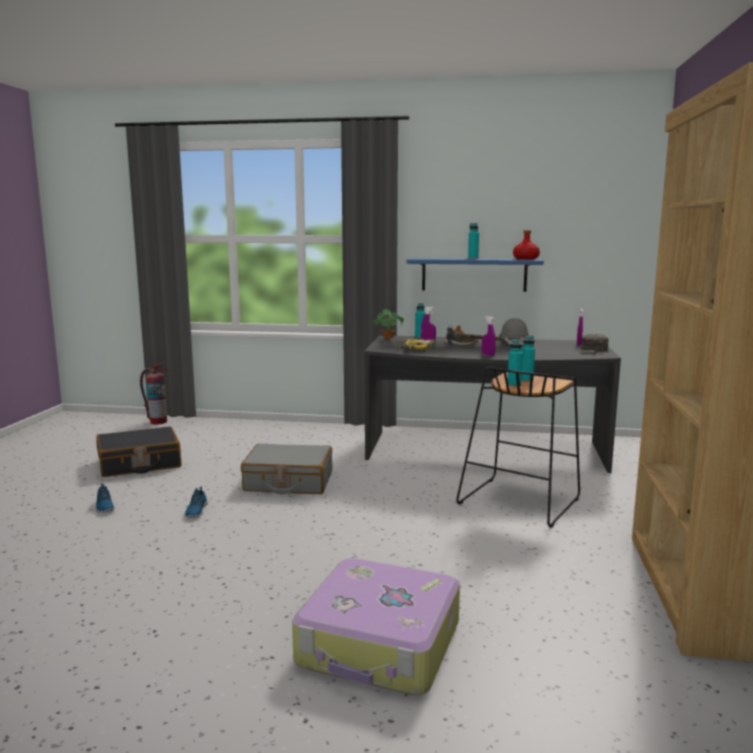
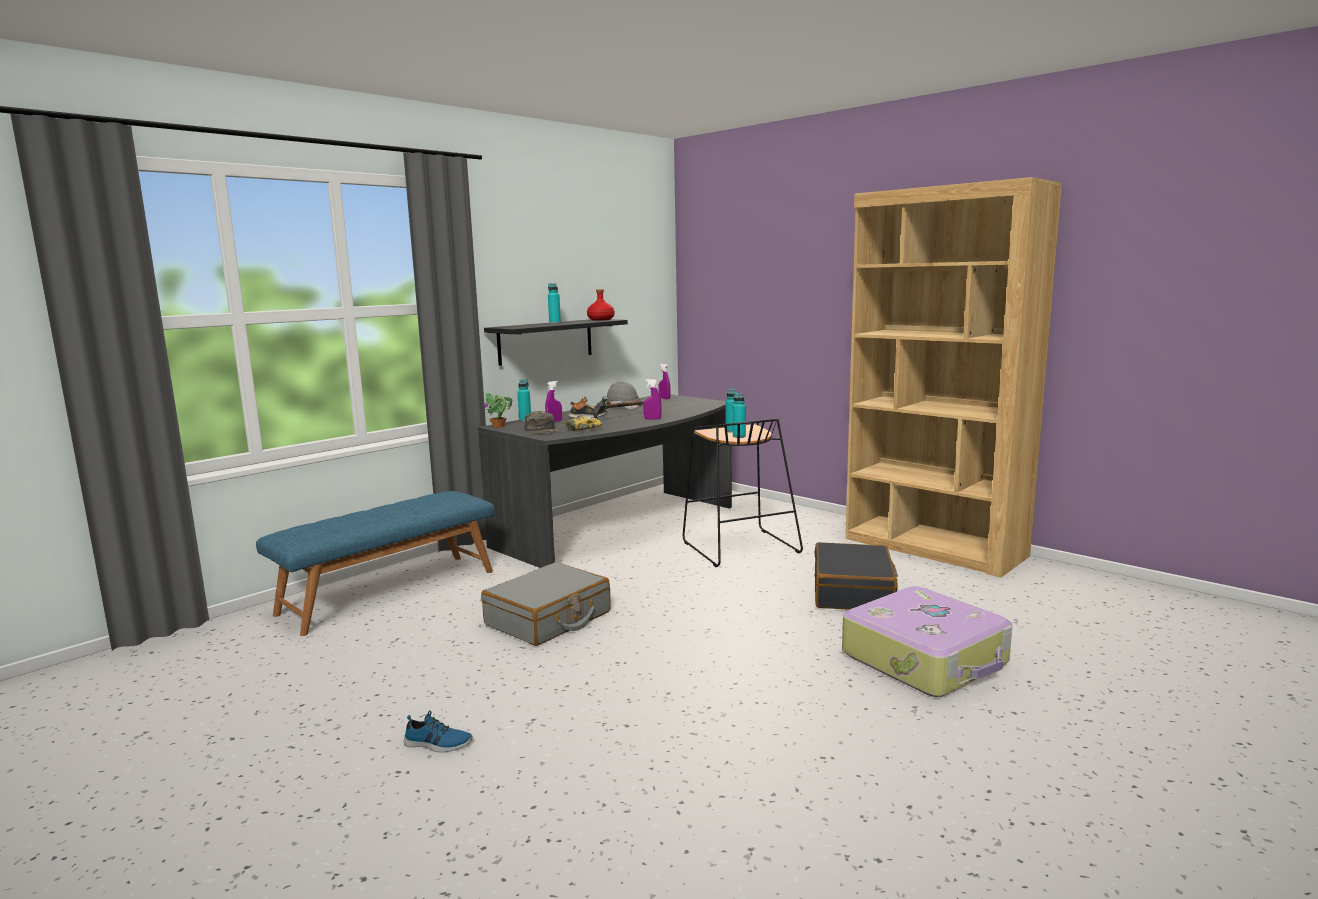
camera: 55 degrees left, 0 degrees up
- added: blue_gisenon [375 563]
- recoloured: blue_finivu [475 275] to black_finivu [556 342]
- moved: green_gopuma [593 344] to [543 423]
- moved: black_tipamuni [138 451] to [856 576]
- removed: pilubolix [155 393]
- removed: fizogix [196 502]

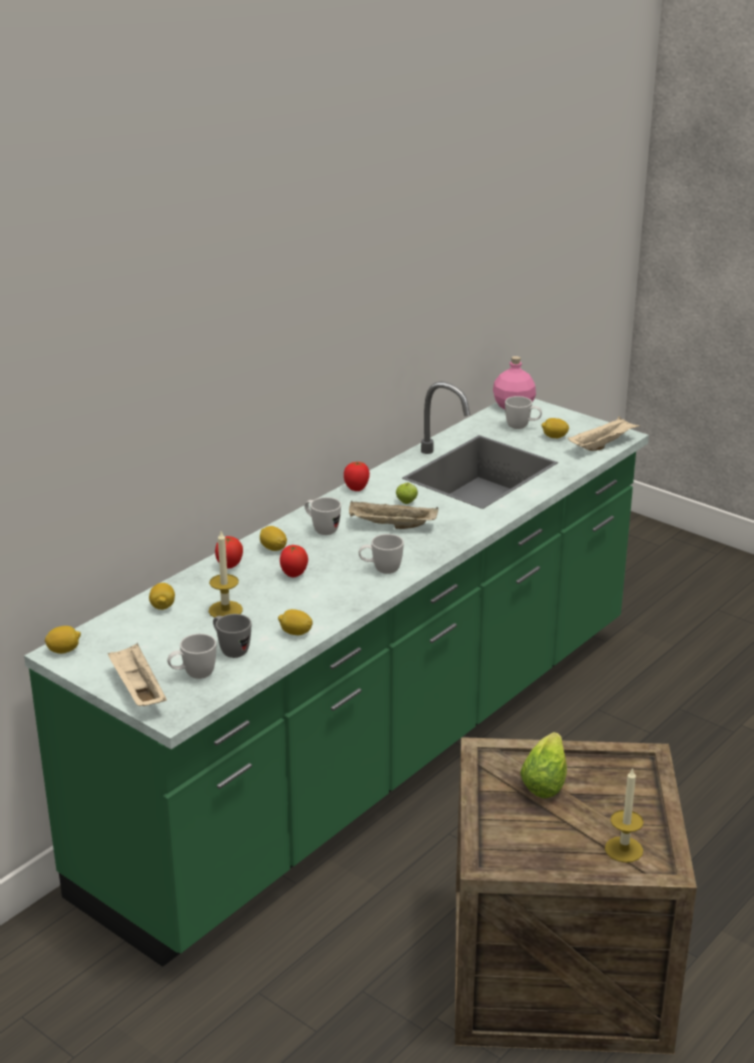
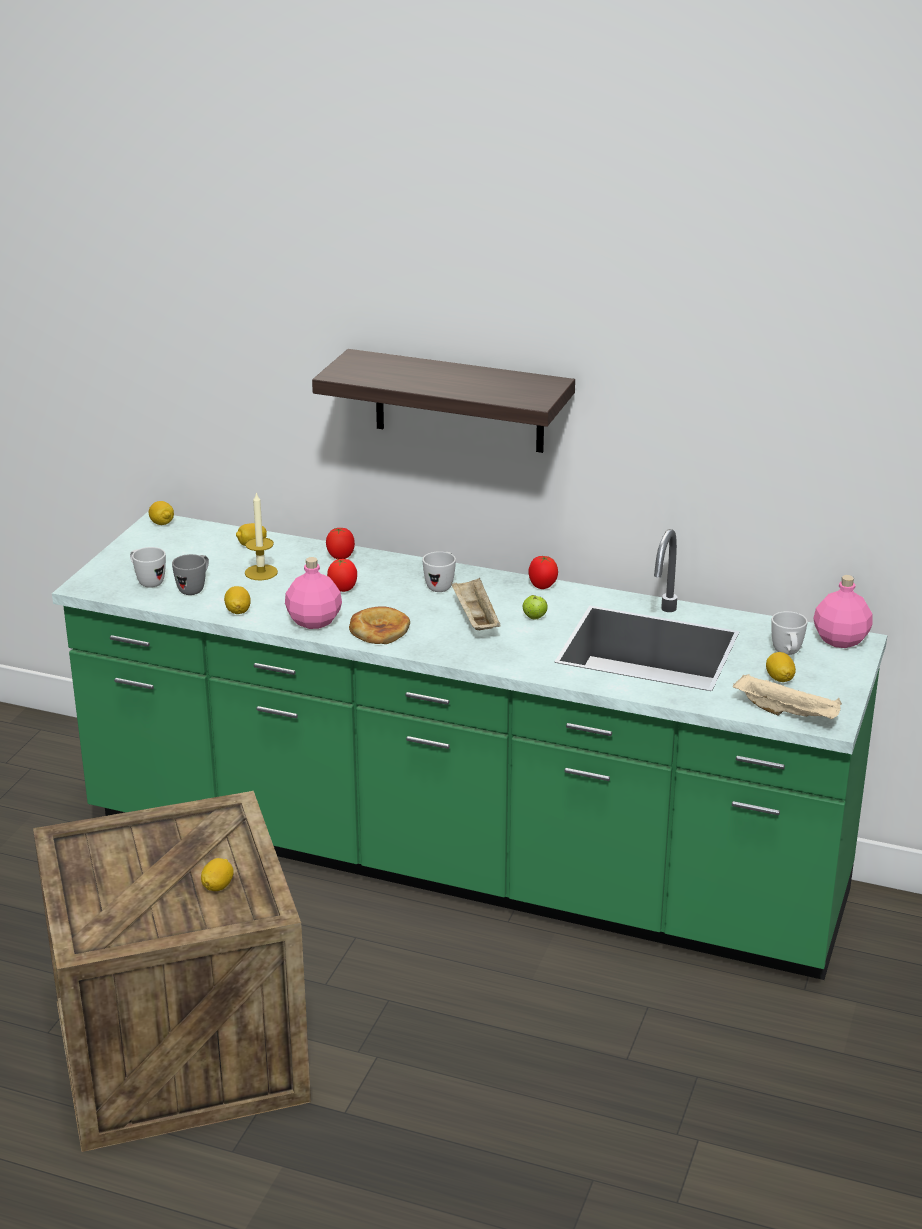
camera: 70 degrees right, 0 degrees up
- moved: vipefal [273 538] to [217 874]
- added: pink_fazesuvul [313 593]
- added: finivu [443 401]
- replaced: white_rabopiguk [381 554] to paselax [379 625]
- removed: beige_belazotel [137 674]
- removed: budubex [543 765]
- removed: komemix [624 815]

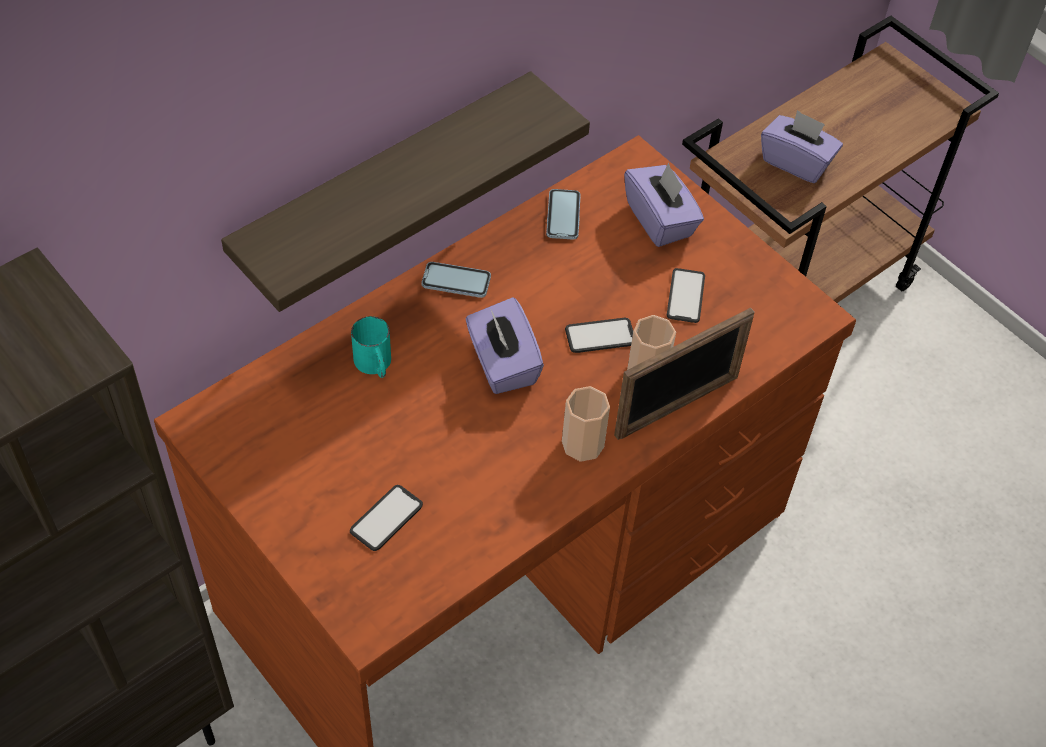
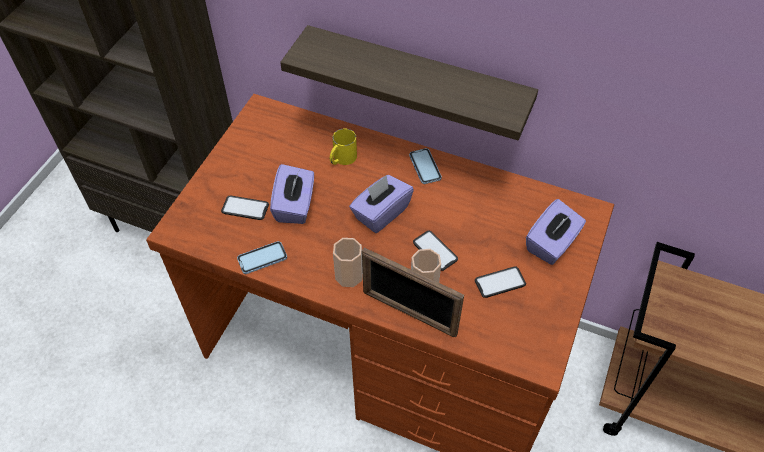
camera: 65 degrees right, 0 degrees up
- moved: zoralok [563 214] to [262 257]
- moved: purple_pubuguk [802 146] to [292 194]
- recoloured: turquoise_rabopiguk [371 347] to yellow_rabopiguk [343 146]

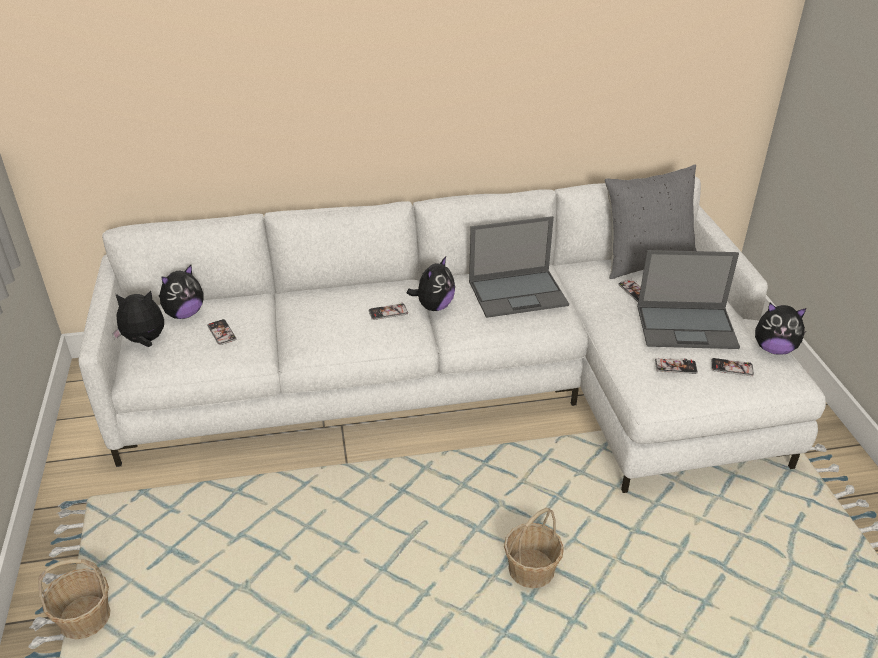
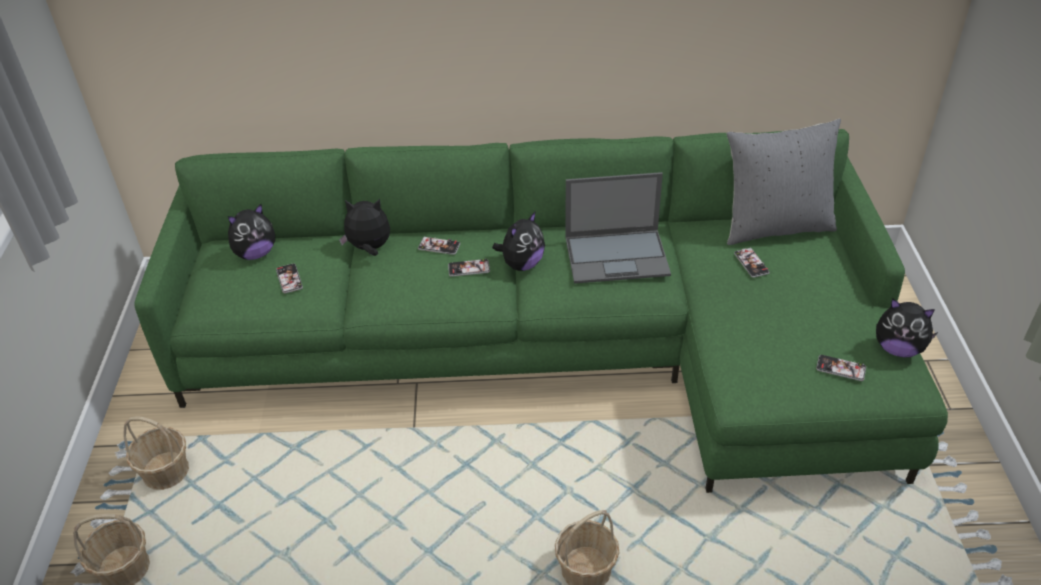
camera: 10 degrees right, 5 degrees up
- added: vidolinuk [156 453]
- recoloured: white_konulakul [452 334] to green_konulakul [541 311]
- moved: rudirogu [138 319] to [364 227]
- moved: zoralok [676 365] to [439 245]
- removed: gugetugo [688 299]

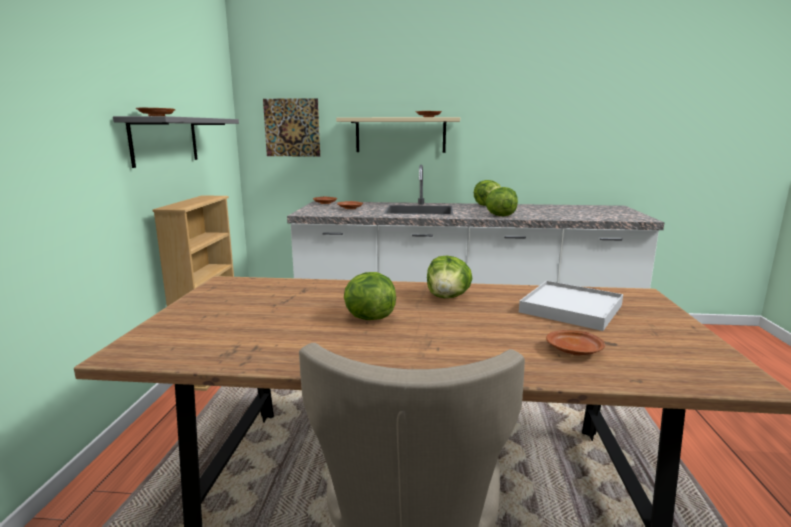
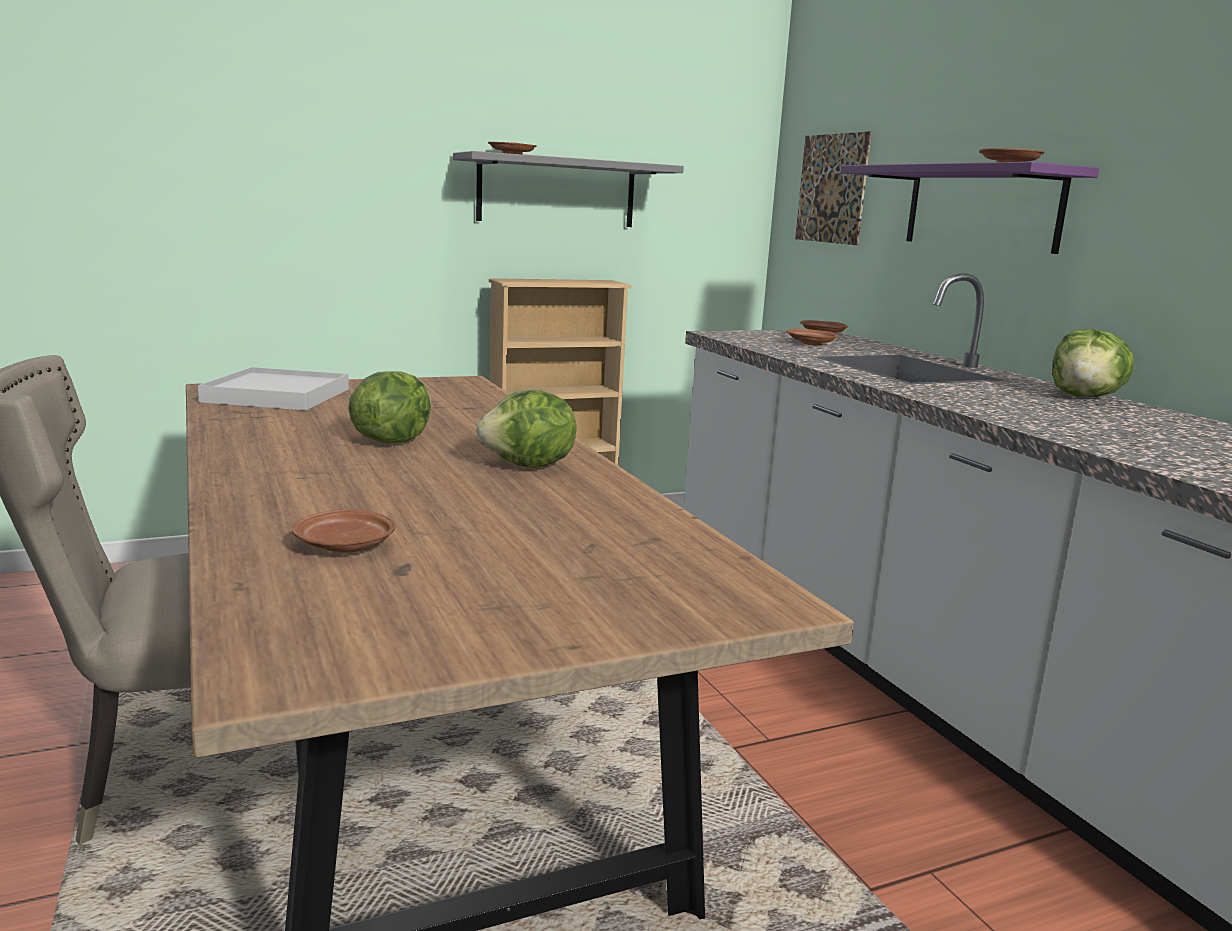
camera: 60 degrees right, 0 degrees up
- moved: white_belazotel [571 306] to [273 388]
- recoloured: beige_finivu [398 135] to purple_finivu [970 208]
- removed: budubex [502 202]

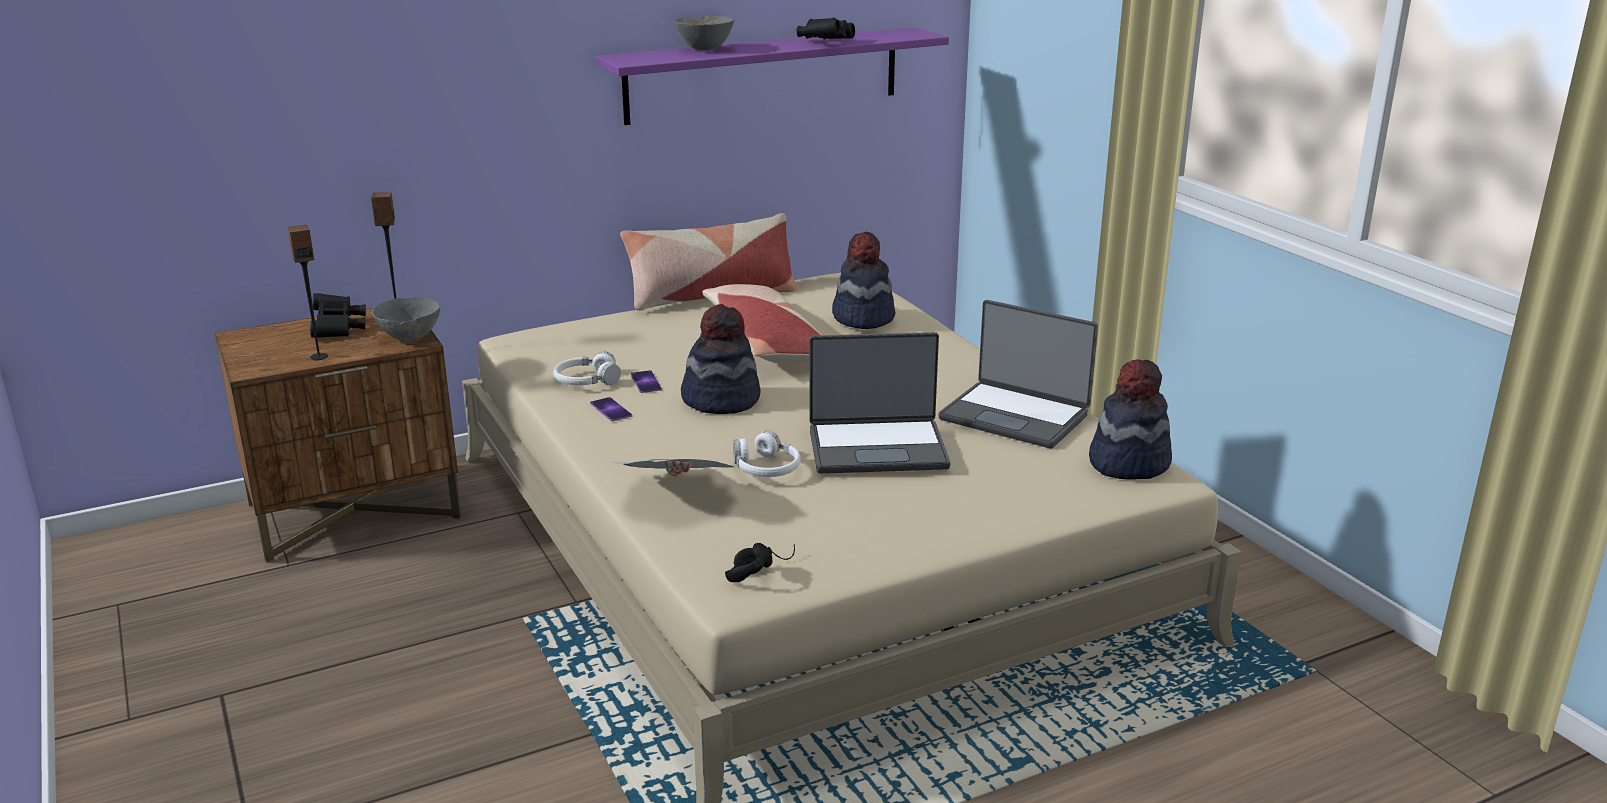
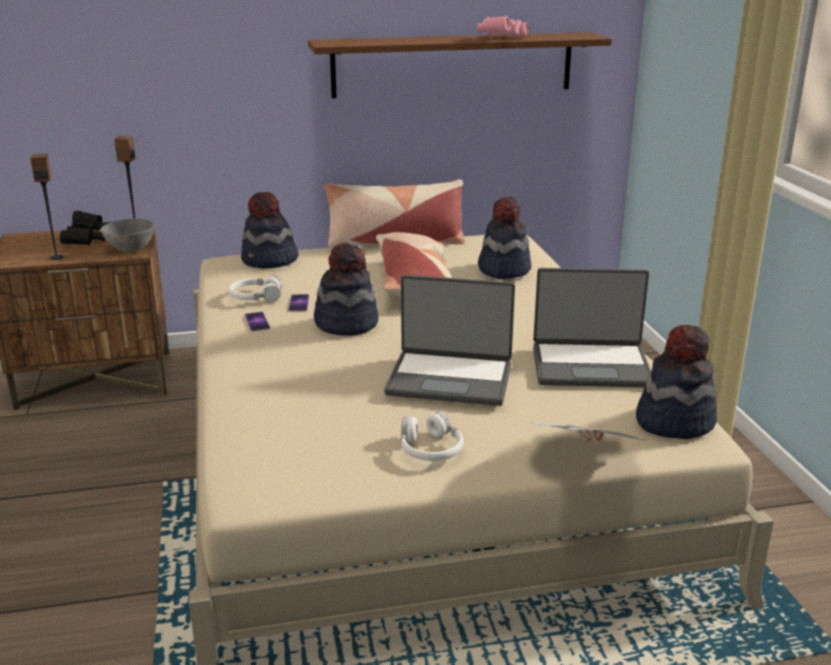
camera: 15 degrees right, 0 degrees up
- added: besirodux [270 230]
- recoloured: purple_finivu [772 76] to brown_finivu [460 65]
- moved: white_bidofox [767 454] to [432 436]
- recoloured: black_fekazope [826 29] to pink_fekazope [503 26]
- moved: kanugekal [673 467] to [587 431]
- turned: gugetugo [1018 374] = [592 327] 45 degrees counterclockwise
- removed: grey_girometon [704 33]
- removed: black_bidofox [760 562]

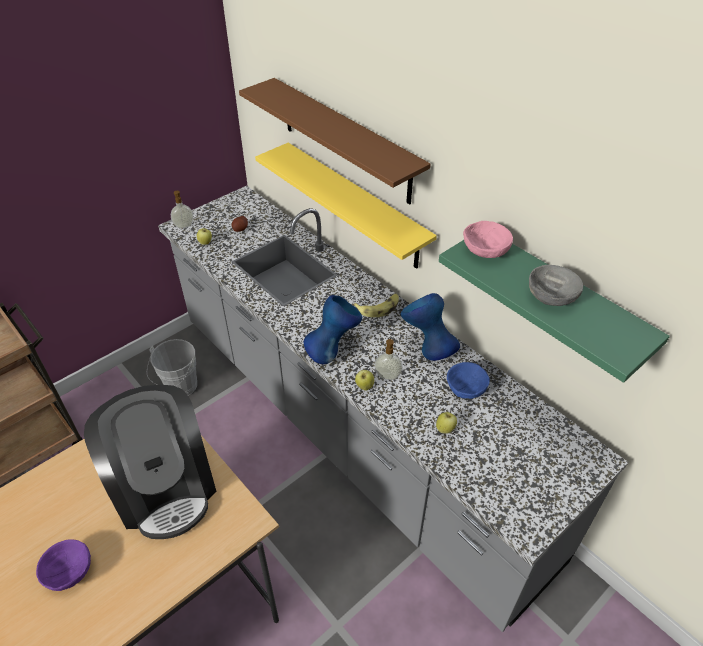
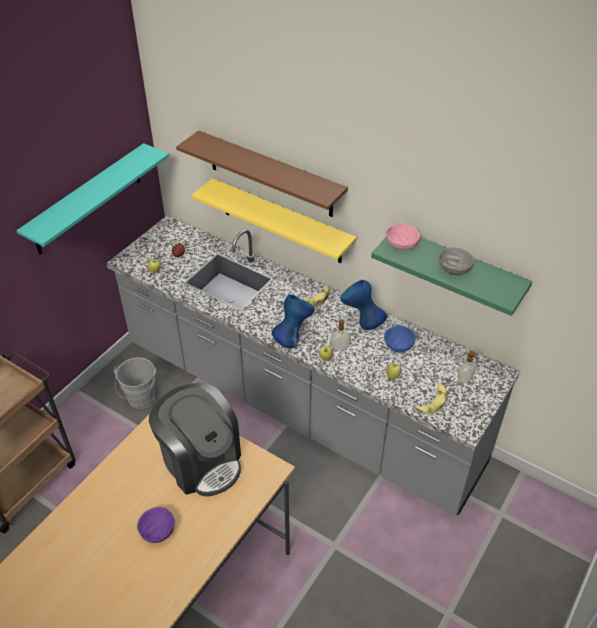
camera: 15 degrees left, 0 degrees up
- added: turquoise_finivu [92 199]
- added: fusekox [430 399]
- moved: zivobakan [182 209] to [467 366]

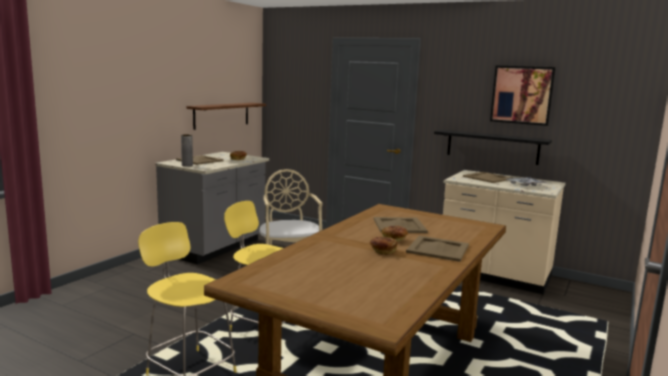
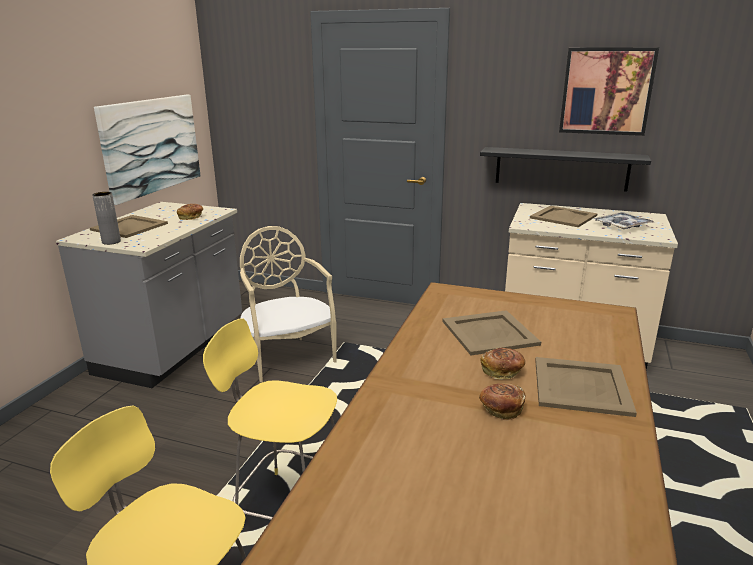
camera: 10 degrees left, 10 degrees up
- replaced: brown_finivu [226 116] to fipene [147 150]

